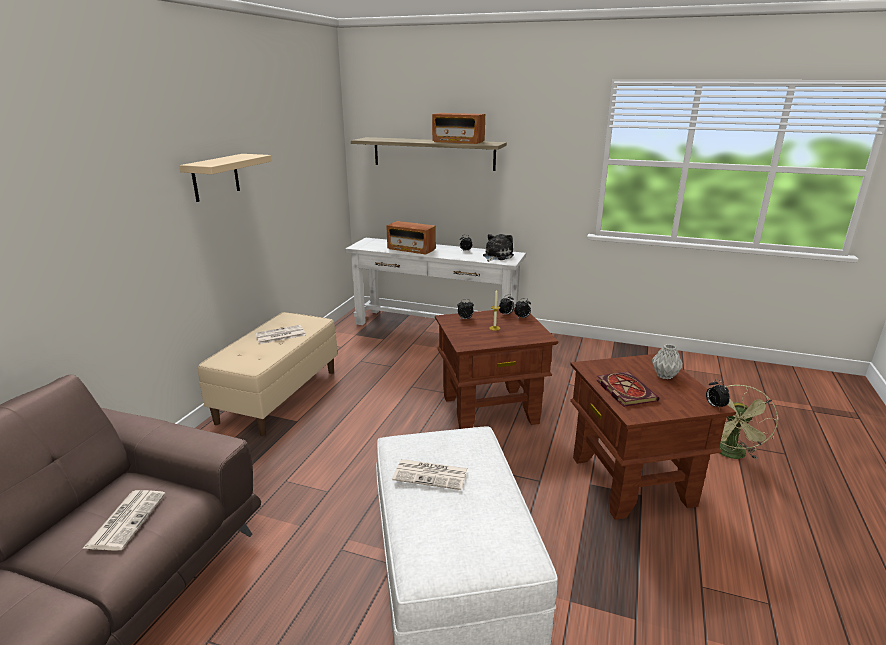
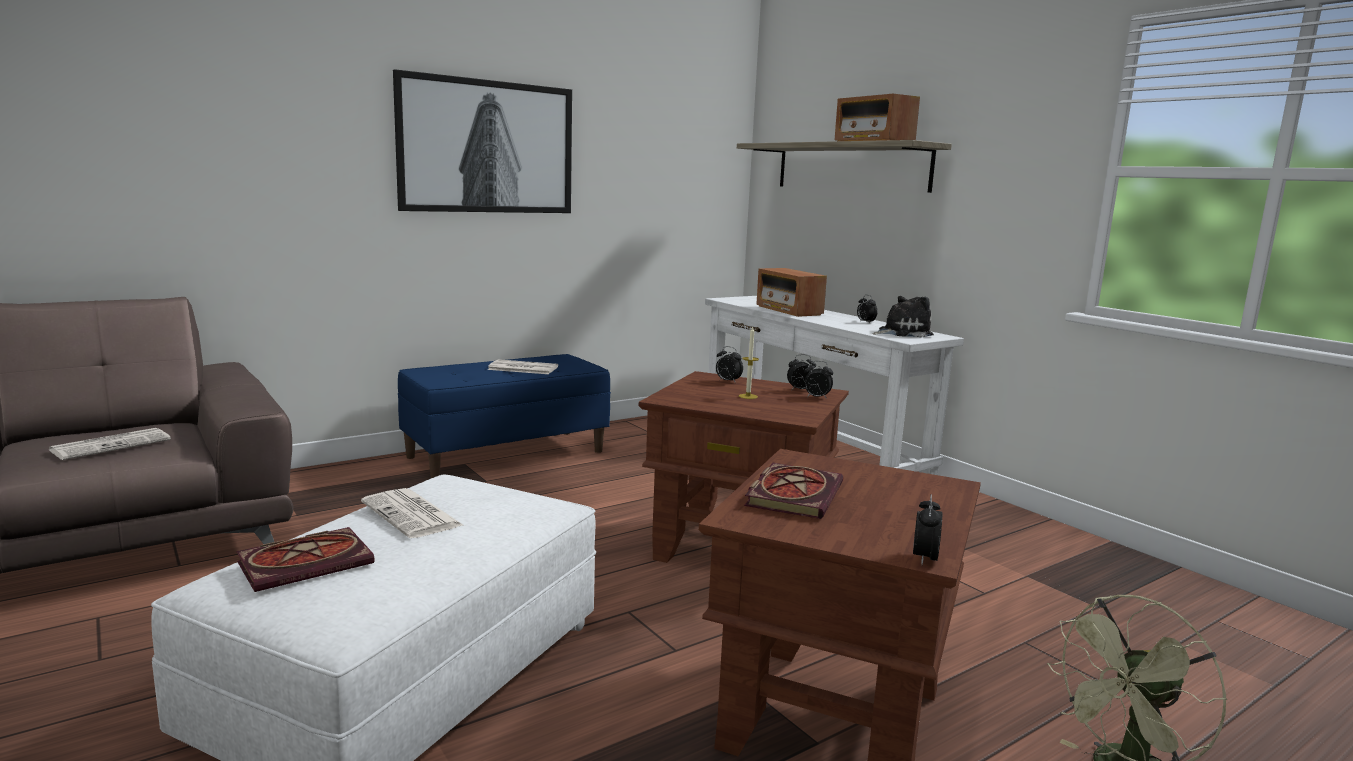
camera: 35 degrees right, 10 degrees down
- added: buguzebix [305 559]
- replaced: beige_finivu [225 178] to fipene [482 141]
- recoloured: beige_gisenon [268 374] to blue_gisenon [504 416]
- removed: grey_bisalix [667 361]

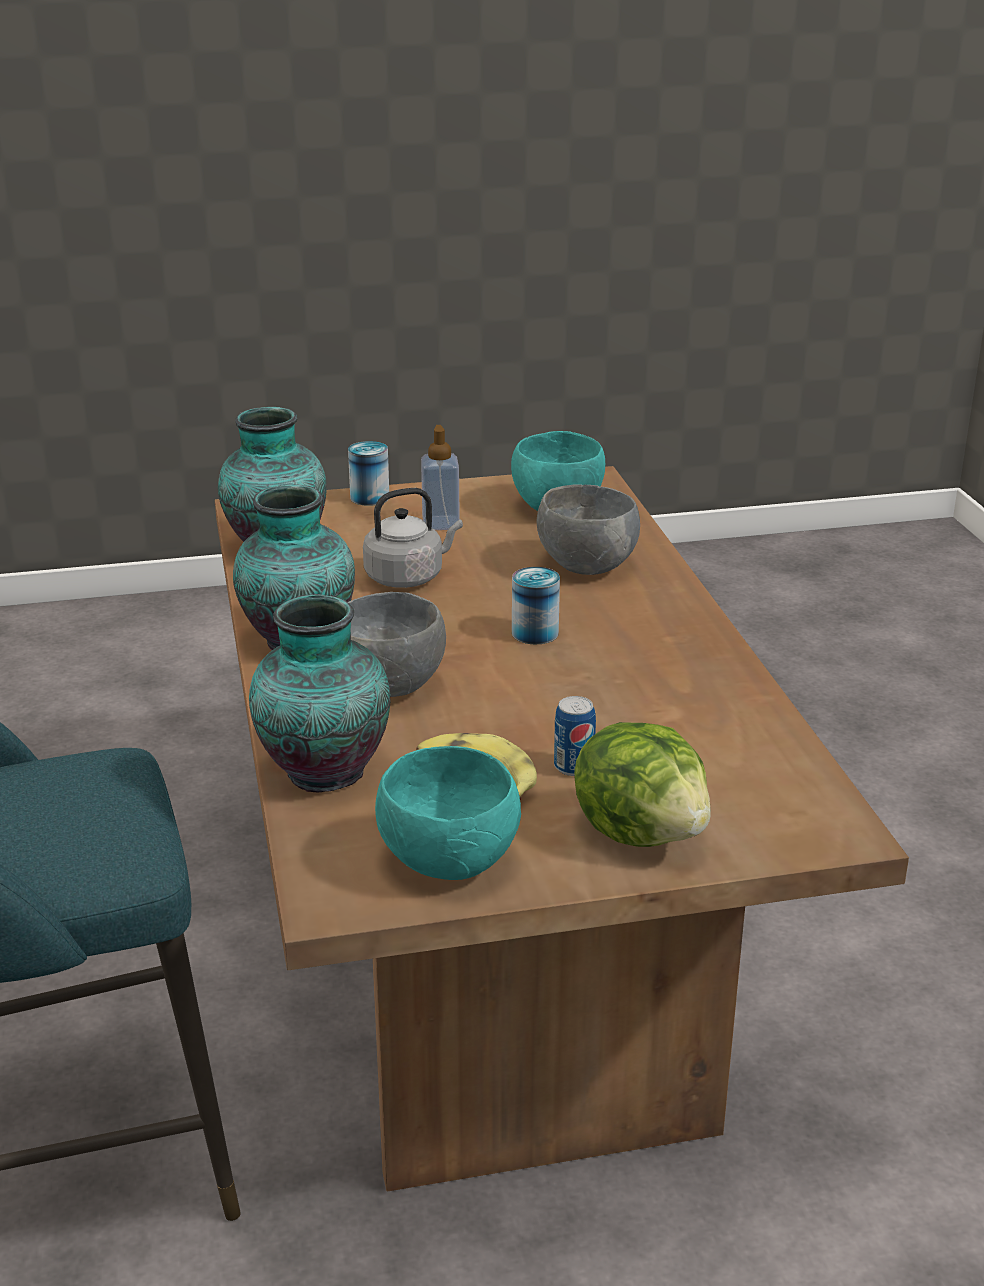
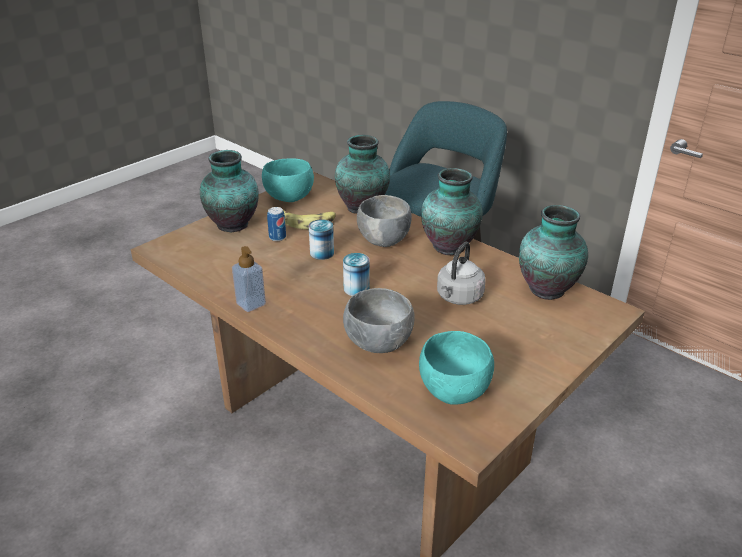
camera: 145 degrees right, 5 degrees up
- replaced: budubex [642 784] to bisalix [229 191]
- moved: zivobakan [440 477] to [249 279]
- moved: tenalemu [368 473] to [321 239]

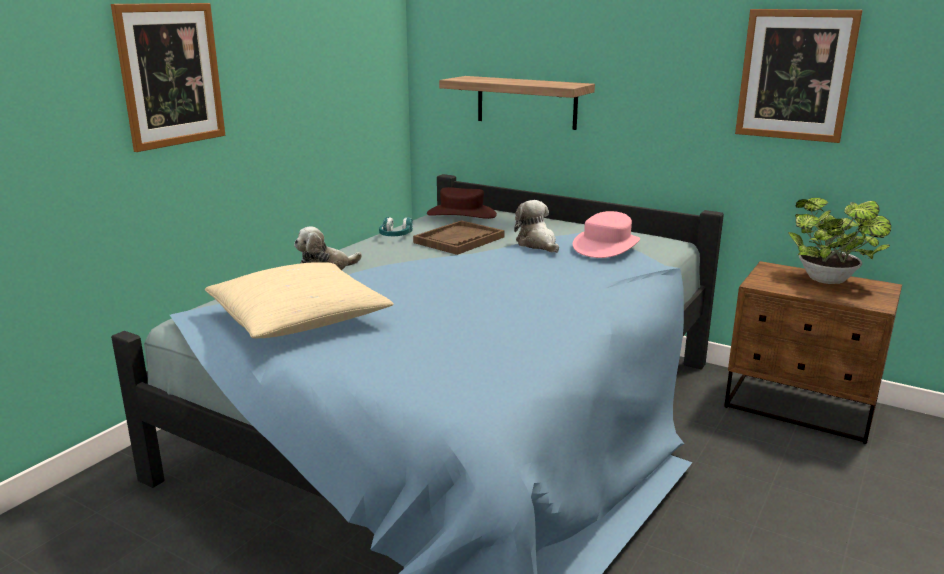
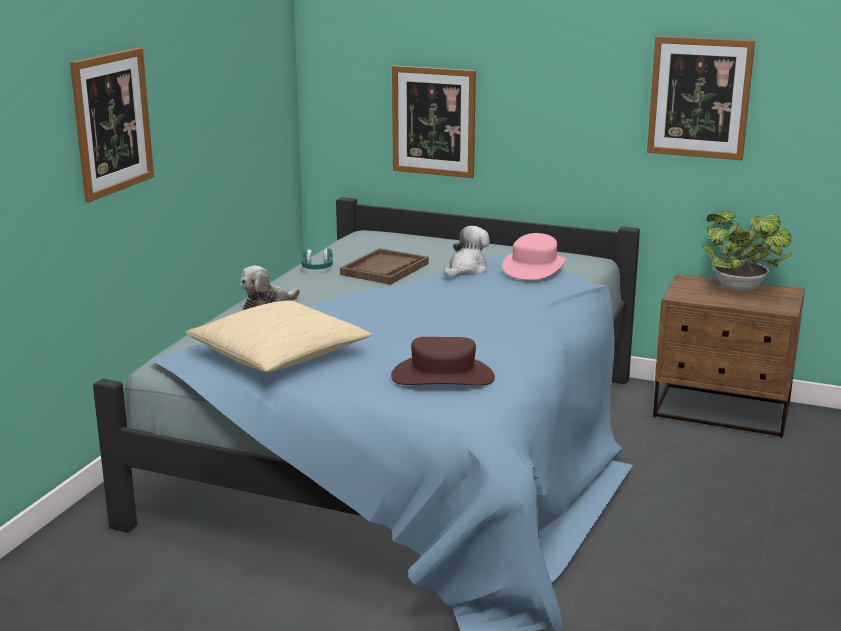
camera: 10 degrees left, 0 degrees up
- moved: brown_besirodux [462 203] to [443 361]
- replaced: finivu [517 103] to fipene [434 121]
- turned: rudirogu [536 226] = [467 251] 75 degrees clockwise

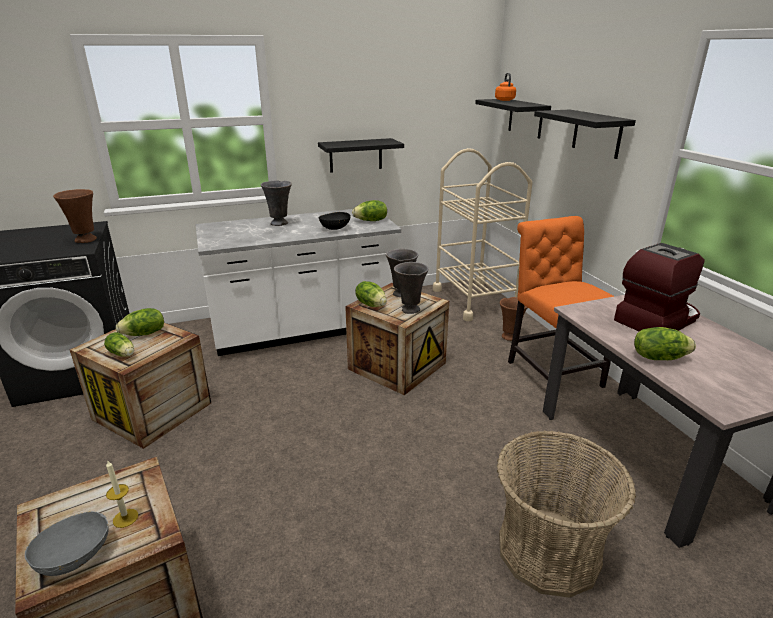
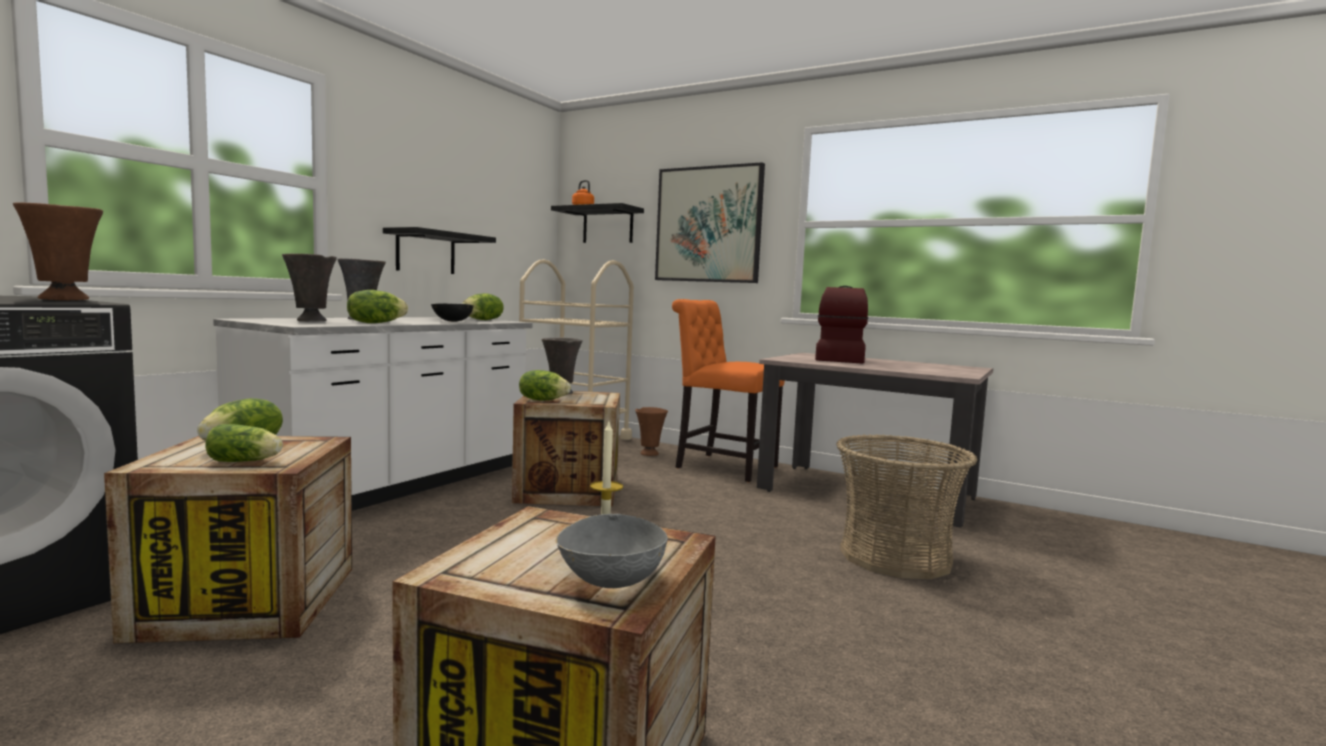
camera: 40 degrees left, 20 degrees down
- moved: grey_bisalix [411 288] to [309 288]
- moved: budubex [665 343] to [377 306]
- replaced: black_finivu [585 134] to fipene [710 222]

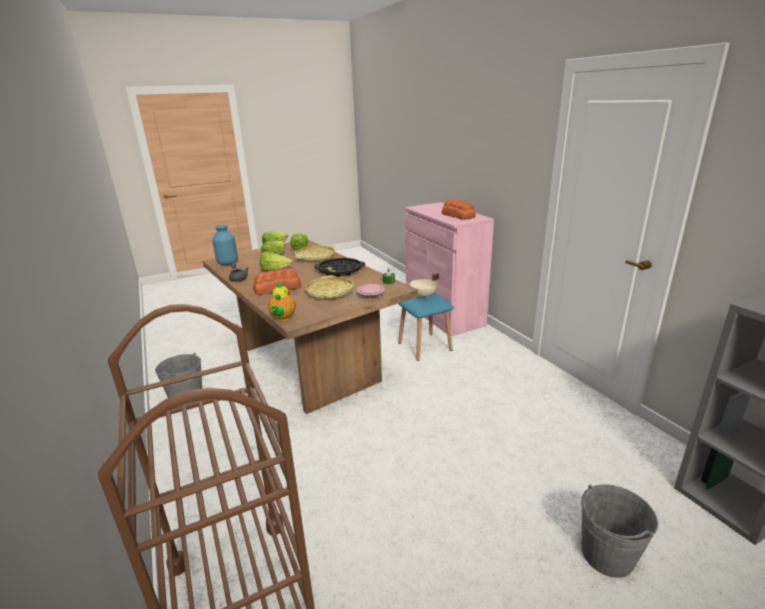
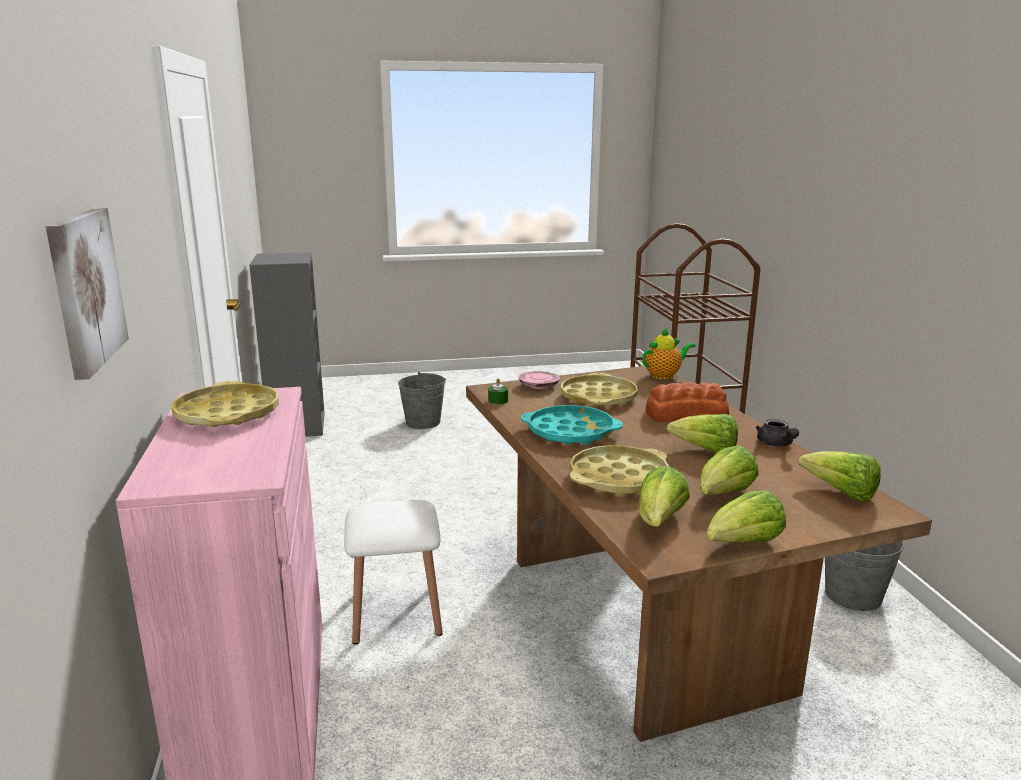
camera: 165 degrees left, 5 degrees down
- added: fipene [87 294]
- replaced: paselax [459 209] to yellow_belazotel [225 404]
- recoloured: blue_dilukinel [425 327] to white_dilukinel [393 572]
- recoloured: black_belazotel [339 267] to turquoise_belazotel [572 425]
- turned: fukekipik [282 301] = [668 354] 45 degrees clockwise
- replaced: blue_bisalix [225 245] to budubex [839 476]
- removed: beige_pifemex [424 286]

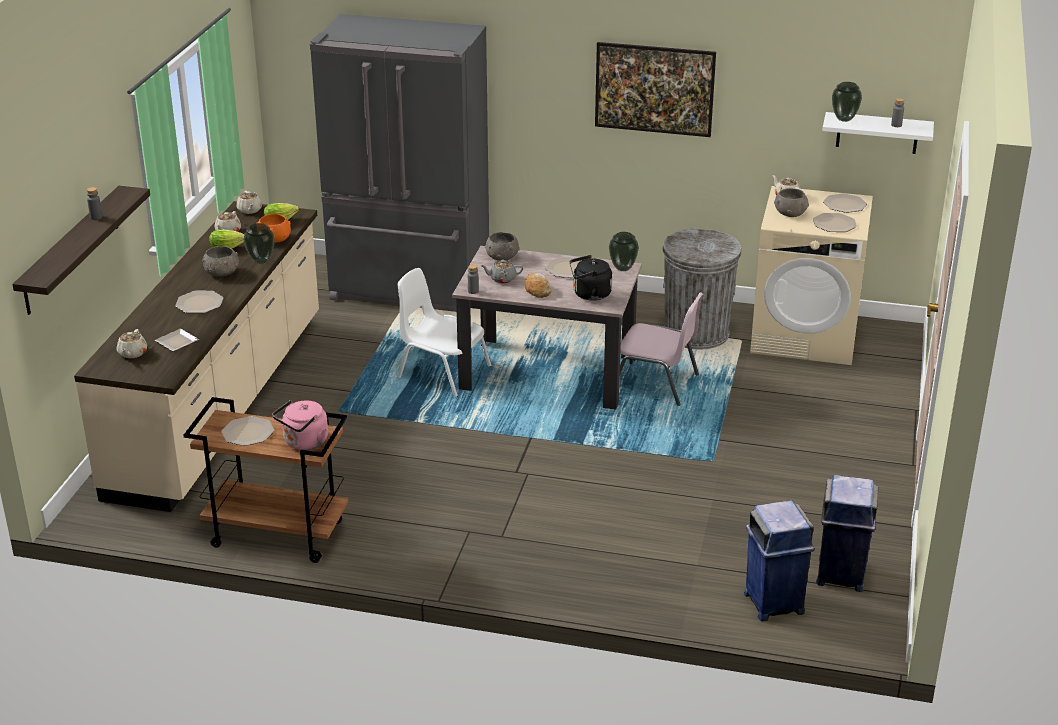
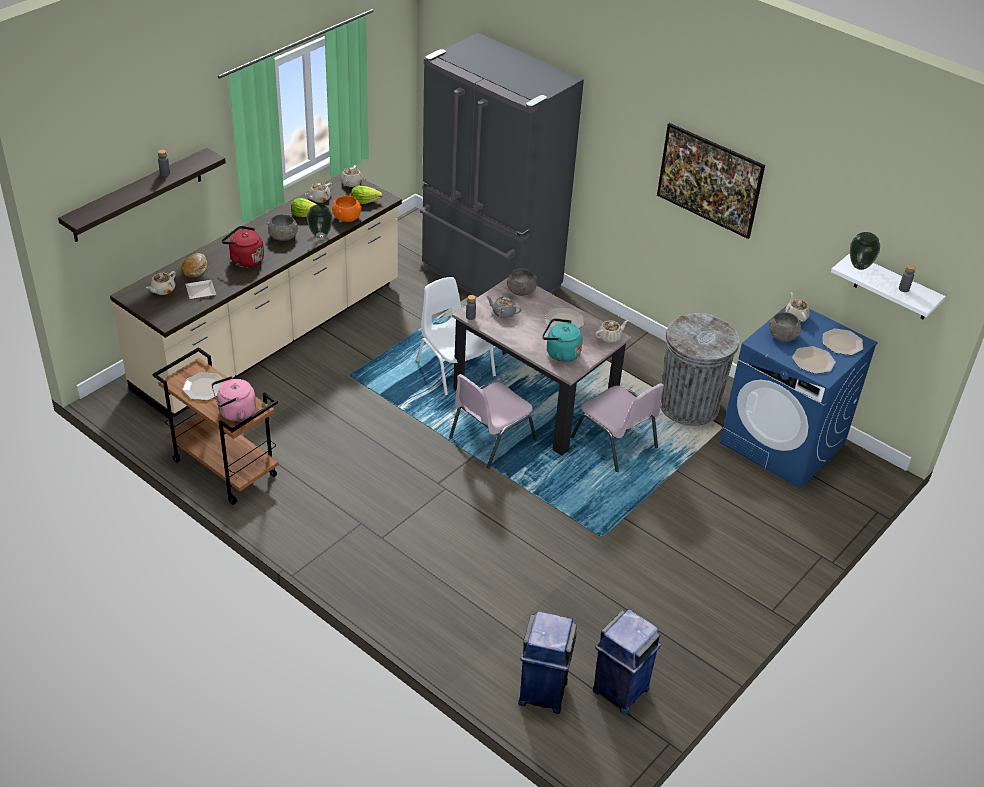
camera: 25 degrees right, 10 degrees up
- moved: paselax [538 285] to [194 265]
- replaced: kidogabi [199 302] to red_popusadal [243 247]
- added: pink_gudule [493 421]
- recoloured: black_popusadal [590 278] to turquoise_popusadal [562 340]
- replaced: bisalix [624 251] to beige_fukekipik [612 331]
- recoloured: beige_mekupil [811 275] to blue_mekupil [799 397]

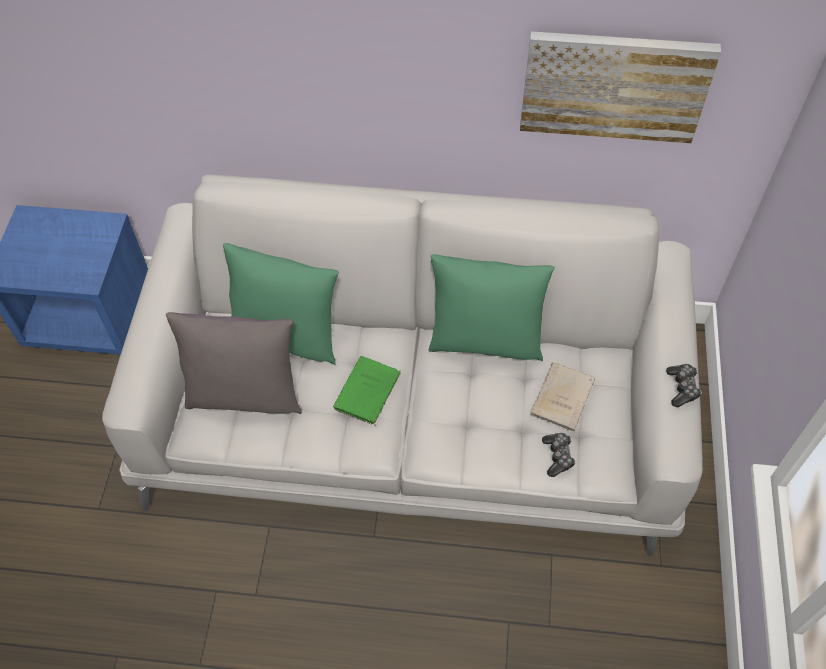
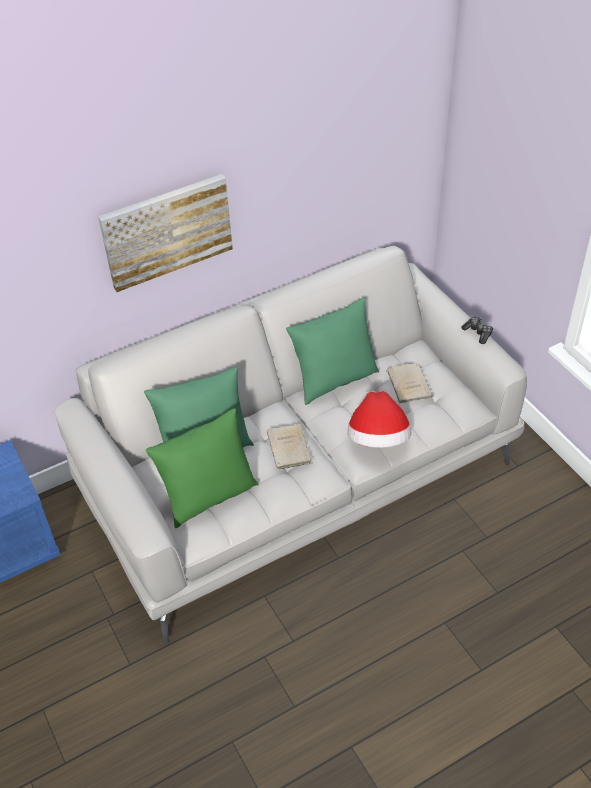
camera: 35 degrees left, 10 degrees down
- moved: fipene [620 87] to [165 233]
- recoloured: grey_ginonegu [234 363] to green_ginonegu [202 468]
- recoloured: green_buguzebix [367 391] to beige_buguzebix [289 447]
- added: besirodux [379 419]
- removed: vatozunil [559 455]

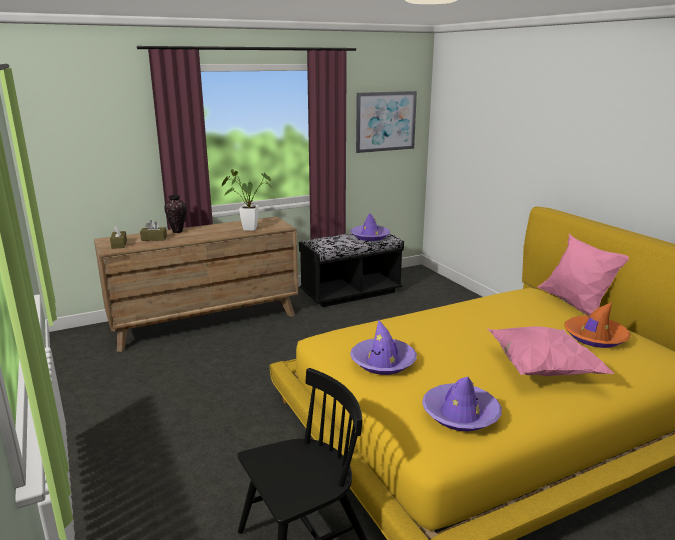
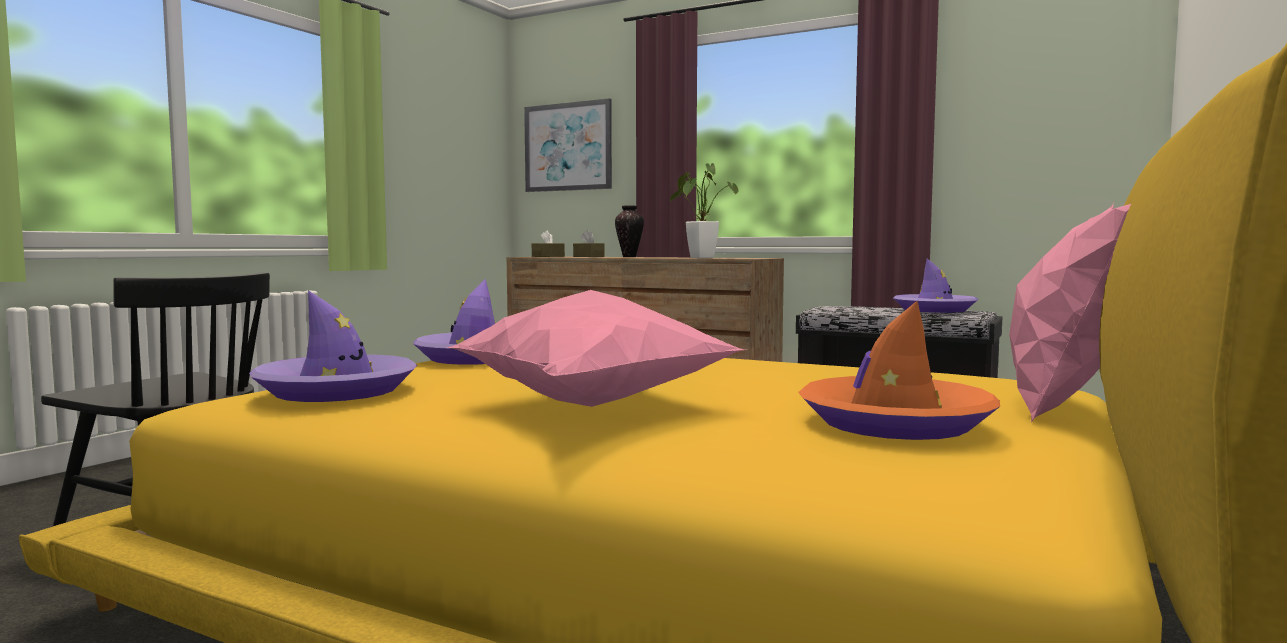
camera: 55 degrees right, 15 degrees down
- moved: fipene [386 122] to [568 145]

